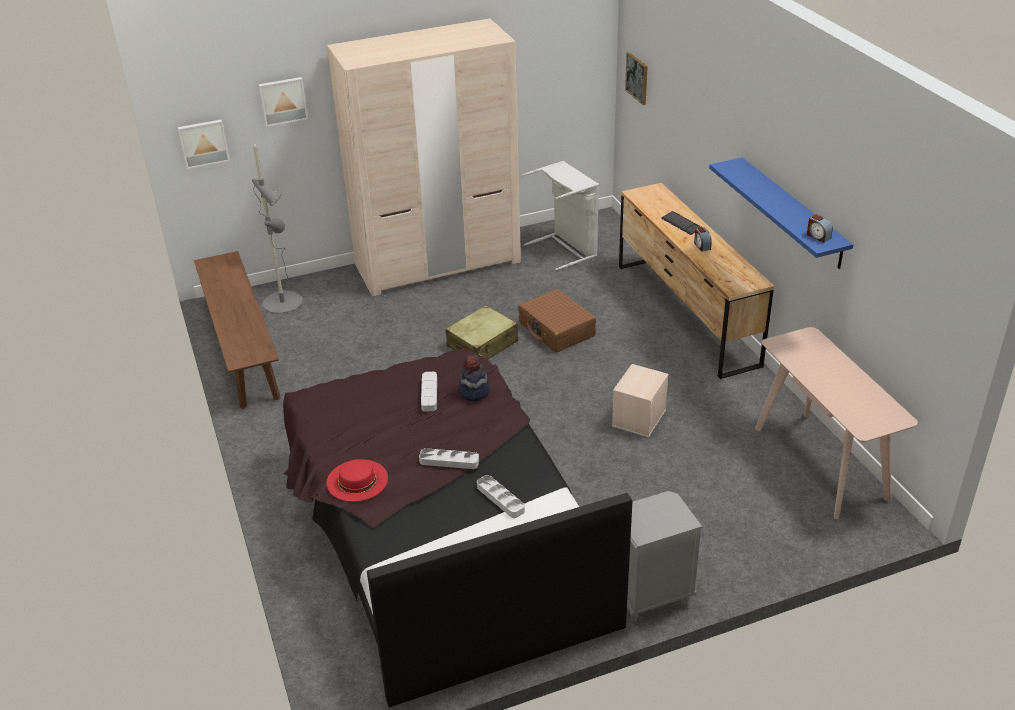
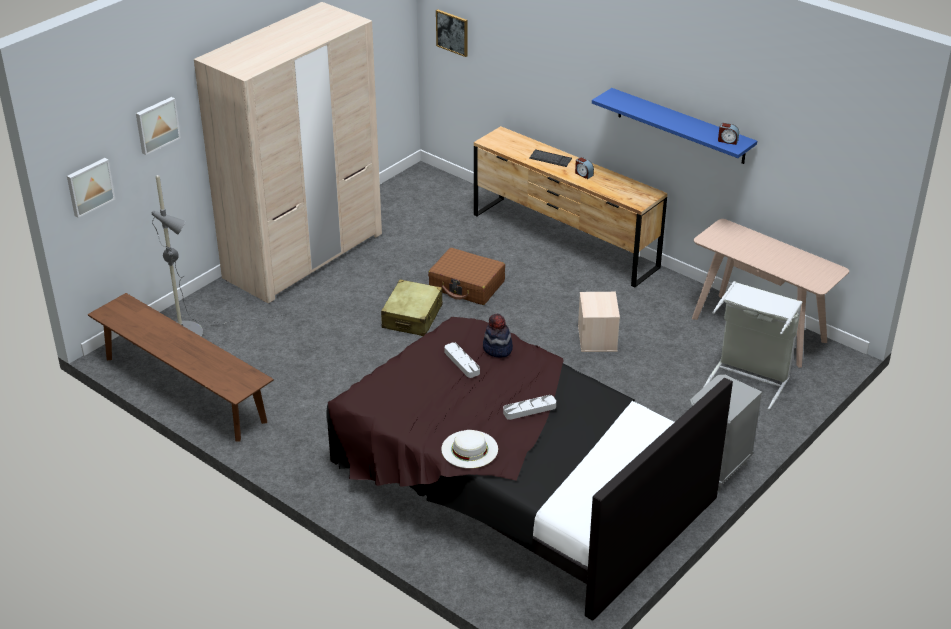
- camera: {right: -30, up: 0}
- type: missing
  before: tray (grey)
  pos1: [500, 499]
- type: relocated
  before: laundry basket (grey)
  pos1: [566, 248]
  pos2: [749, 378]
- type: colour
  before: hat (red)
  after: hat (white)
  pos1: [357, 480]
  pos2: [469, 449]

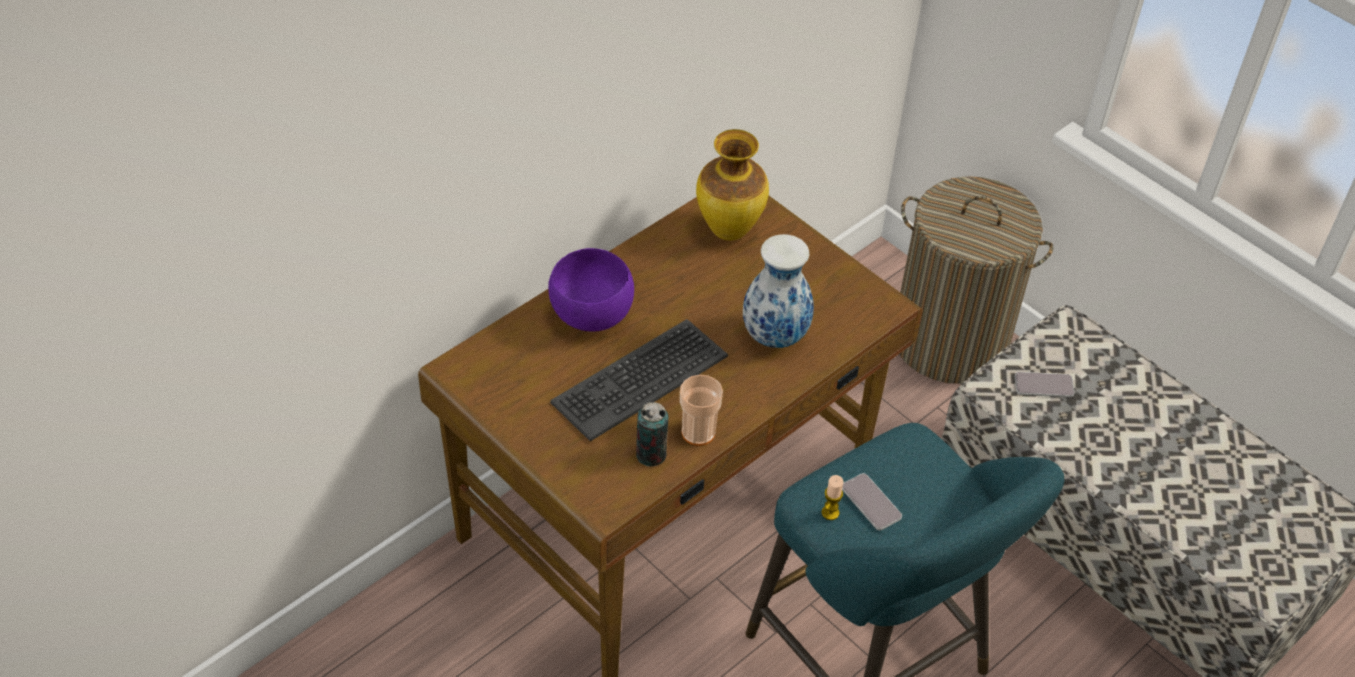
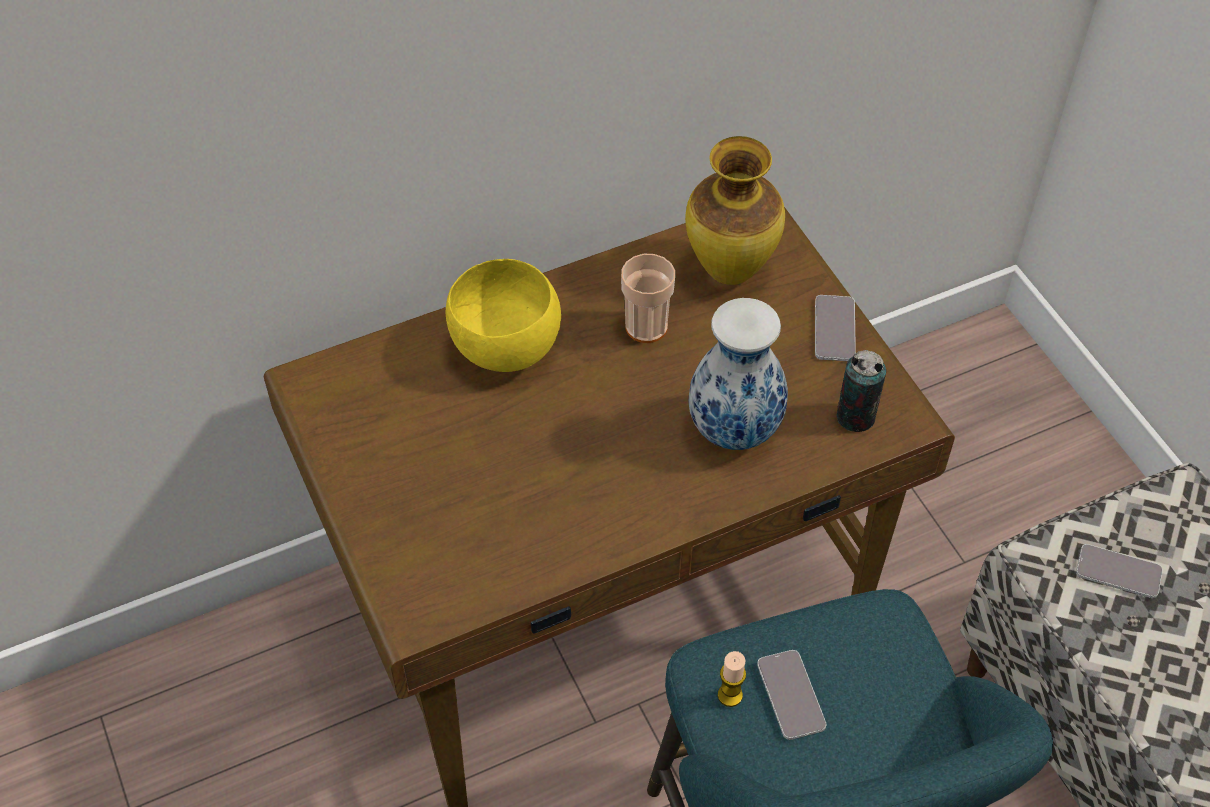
- camera: {right: 20, up: 5}
- type: missing
  before: keyboard
  pos1: [639, 379]
- type: missing
  before: laundry basket
  pos1: [949, 341]
- type: appeared
  after: phone
  pos2: [834, 329]
- type: relocated
  before: can
  pos1: [651, 455]
  pos2: [855, 417]
- type: relocated
  before: cup
  pos1: [698, 432]
  pos2: [646, 327]
- type: colour
  before: bowl (purple)
  after: bowl (yellow)
  pos1: [590, 317]
  pos2: [504, 349]

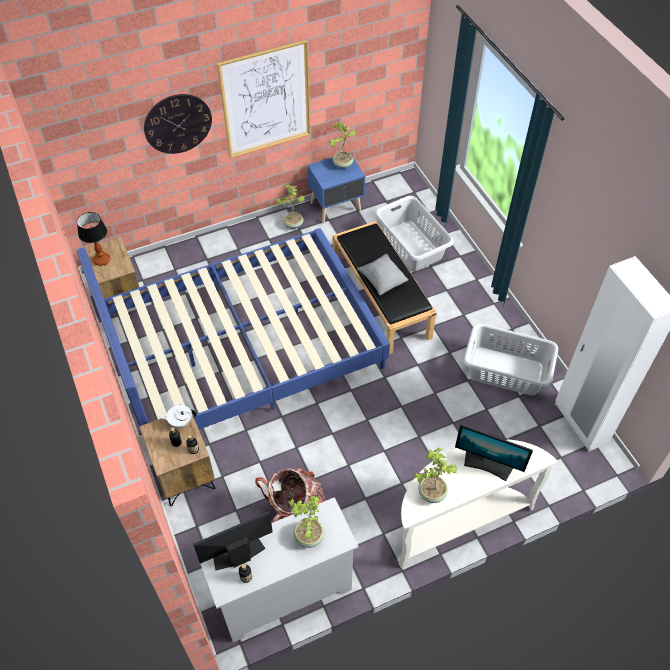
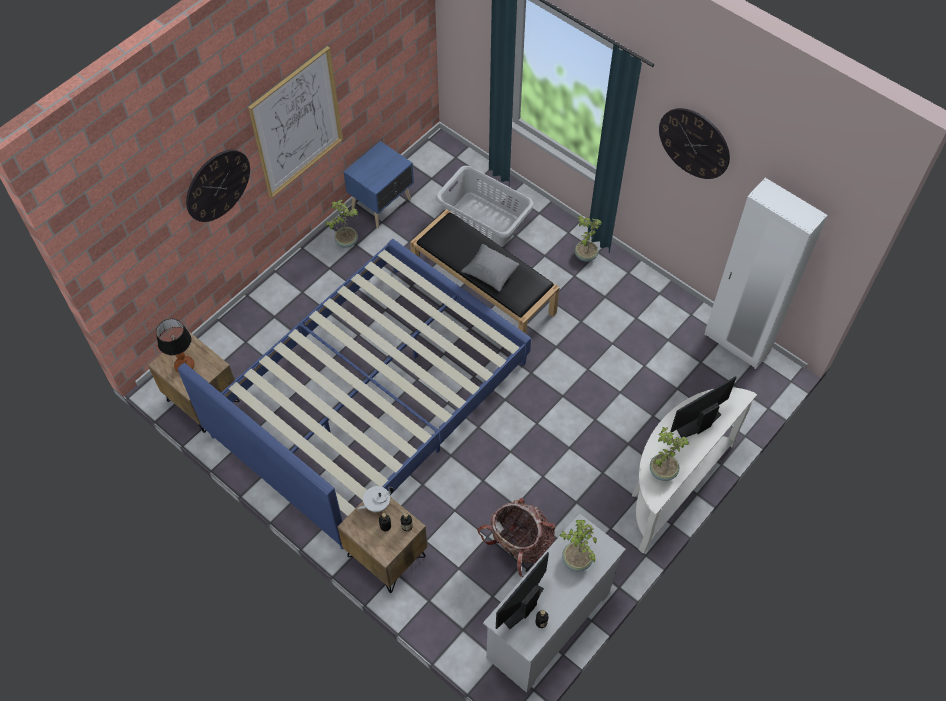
- camera: {right: -25, up: 5}
- type: missing
  before: laundry basket (grey)
  pos1: [506, 372]
- type: appeared
  after: wall clock
  pos2: [694, 143]
- type: relocated
  before: potted plant
  pos1: [342, 164]
  pos2: [585, 255]
- type: spun
  before: monitor
  pos1: [488, 464]
  pos2: [698, 422]
  turn: 150

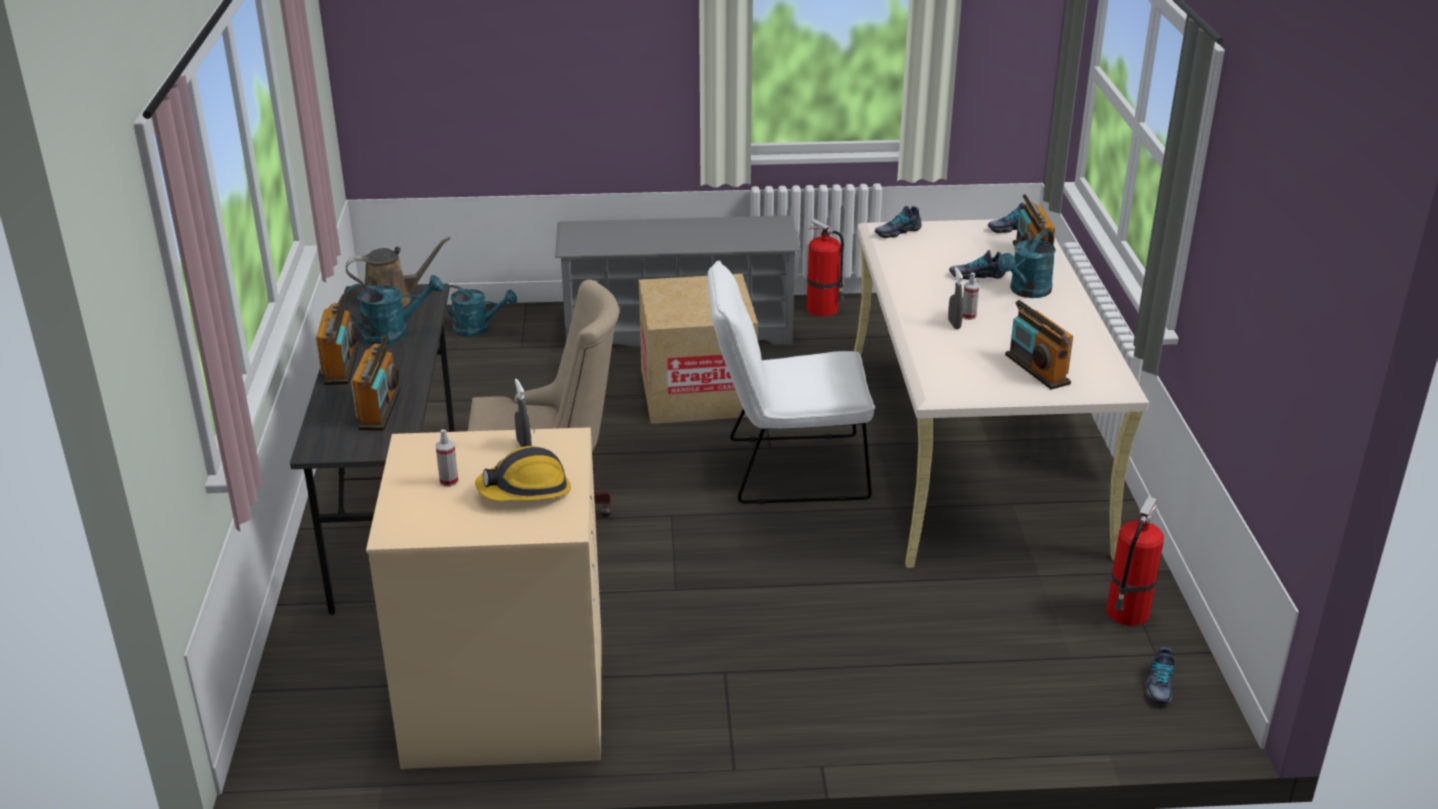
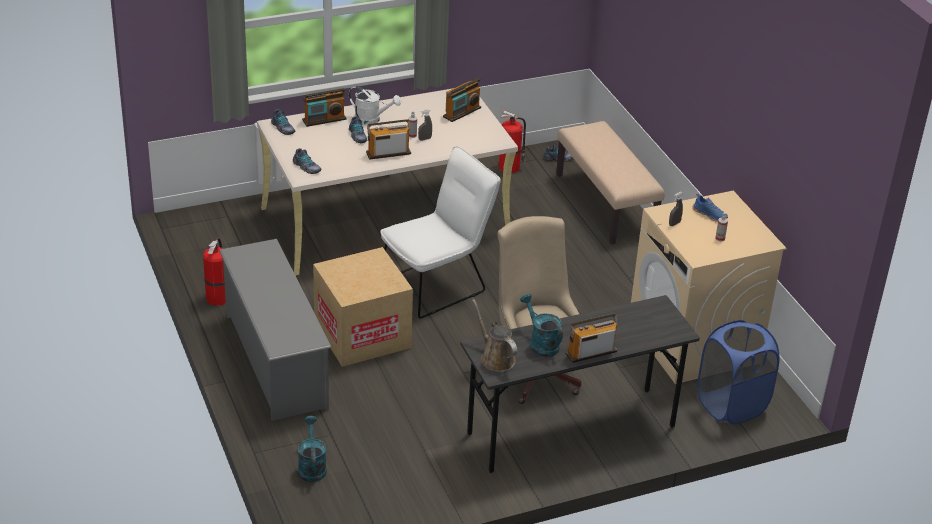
- camera: {right: -110, up: 5}
- type: appeared
  after: bench (beige)
  pos2: [606, 205]
- type: appeared
  after: laundry basket (blue)
  pos2: [731, 405]
- type: relocated
  before: radio
  pos1: [380, 409]
  pos2: [388, 153]
- type: exchanged
  before: hard hat
  after: shoe (blue)
  pos1: [525, 490]
  pos2: [710, 214]
- type: colour
  before: watering can (turquoise)
  after: watering can (white)
  pos1: [1026, 292]
  pos2: [372, 119]
- type: spun
  before: chair (white)
  pos1: [786, 469]
  pos2: [438, 284]
  turn: -105

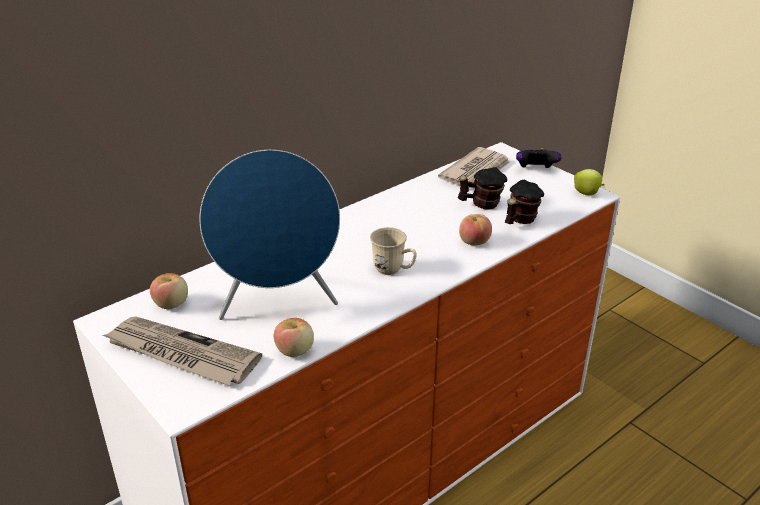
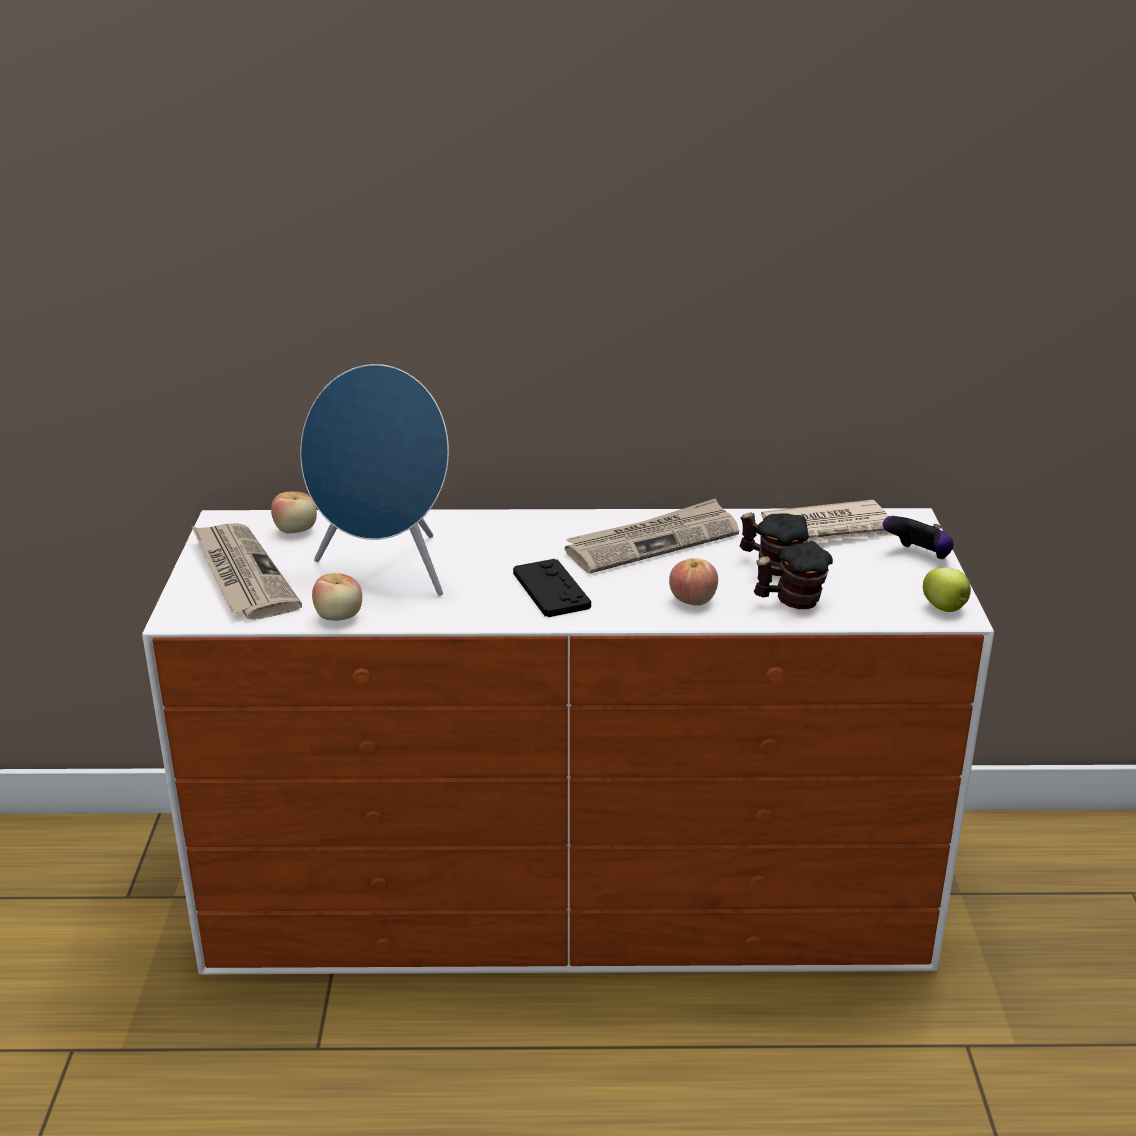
- camera: {right: 40, up: -5}
- type: appeared
  after: newspaper
  pos2: [652, 541]
- type: exchanged
  before: mug (beige)
  after: game controller (black)
  pos1: [393, 270]
  pos2: [551, 590]

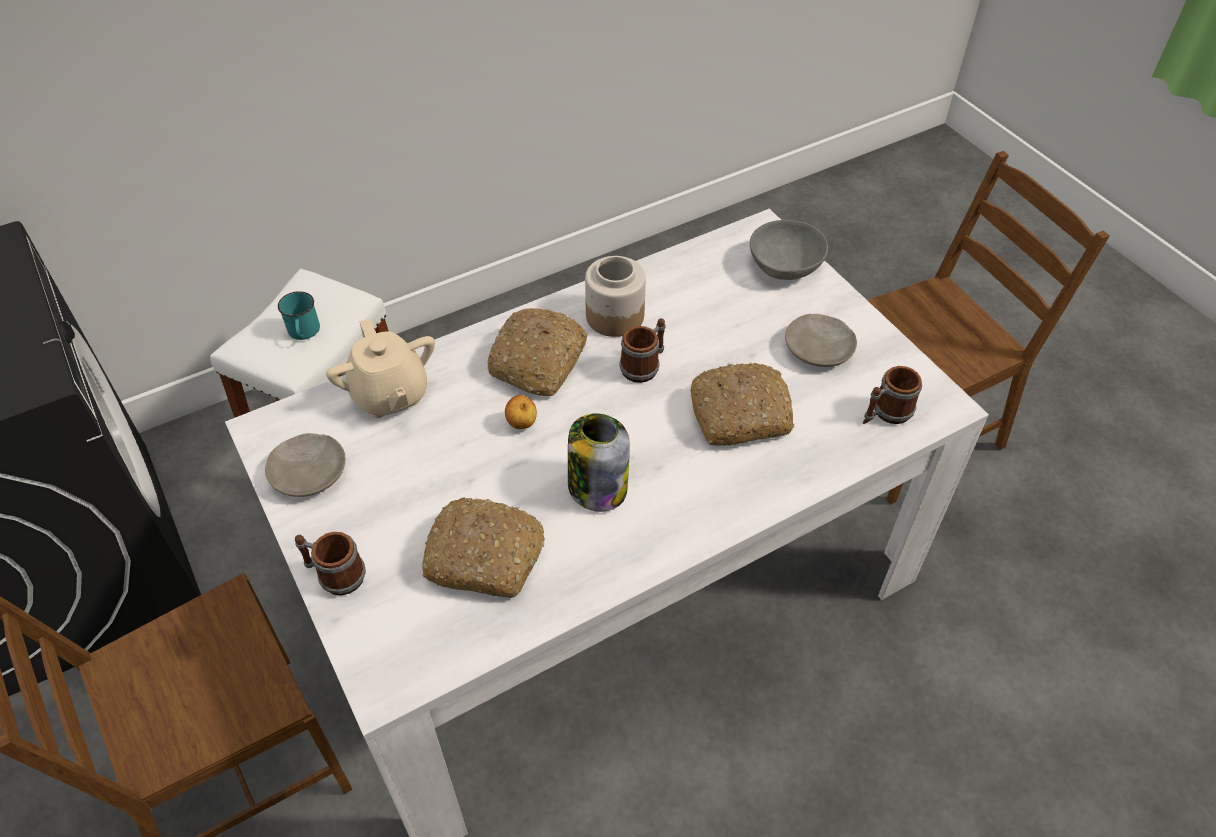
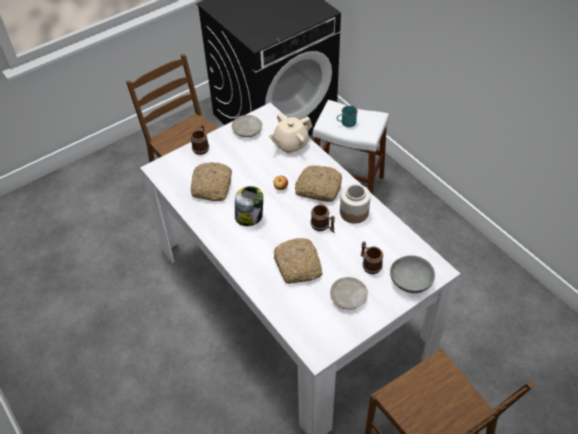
- camera: {right: 85, up: 0}
- type: relocated
  before: mug
  pos1: [886, 413]
  pos2: [369, 264]

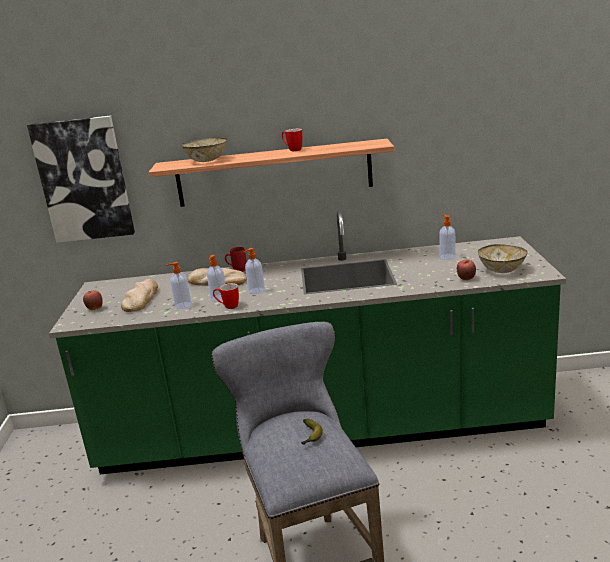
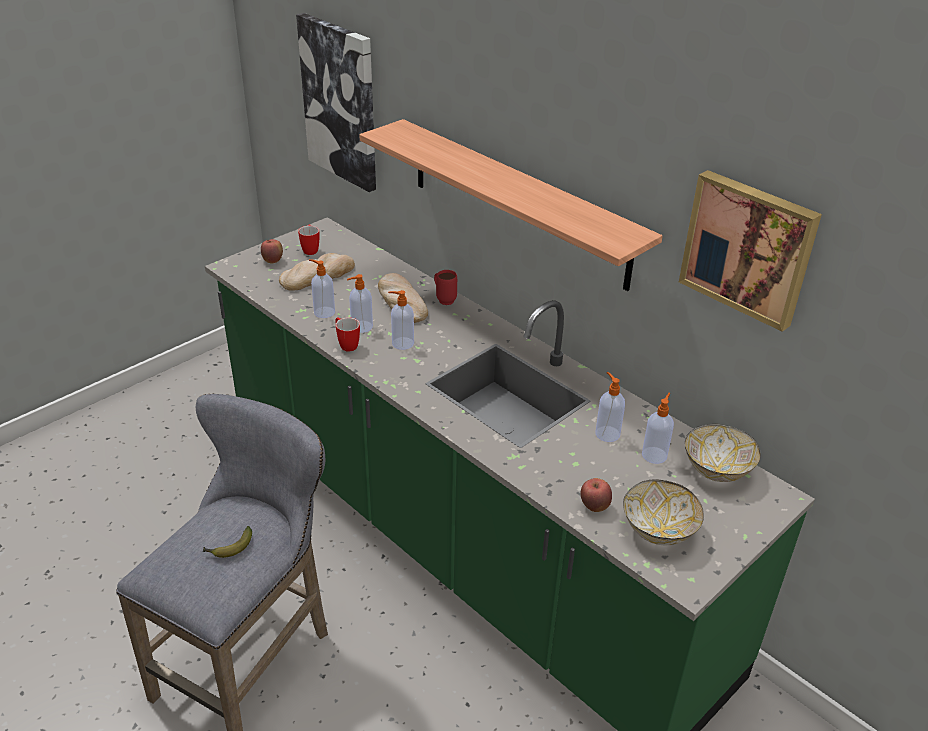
- camera: {right: 45, up: 15}
- type: appeared
  after: soap dispenser
  pos2: [607, 433]
- type: appeared
  after: picture
  pos2: [749, 248]
- type: relocated
  before: bowl
  pos1: [206, 160]
  pos2: [715, 470]
- type: relocated
  before: mug
  pos1: [292, 150]
  pos2: [310, 249]

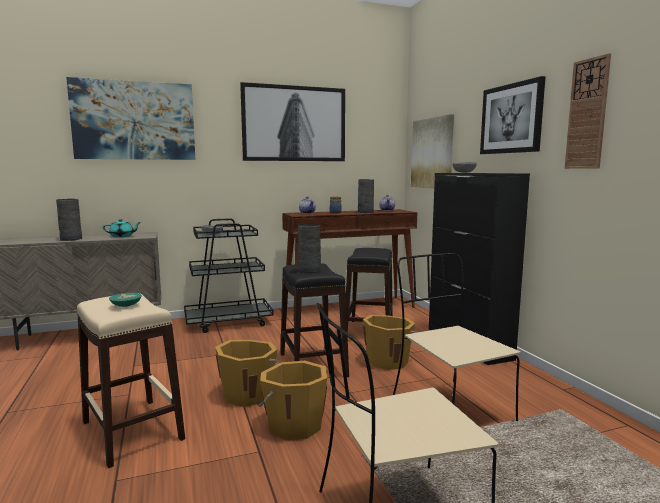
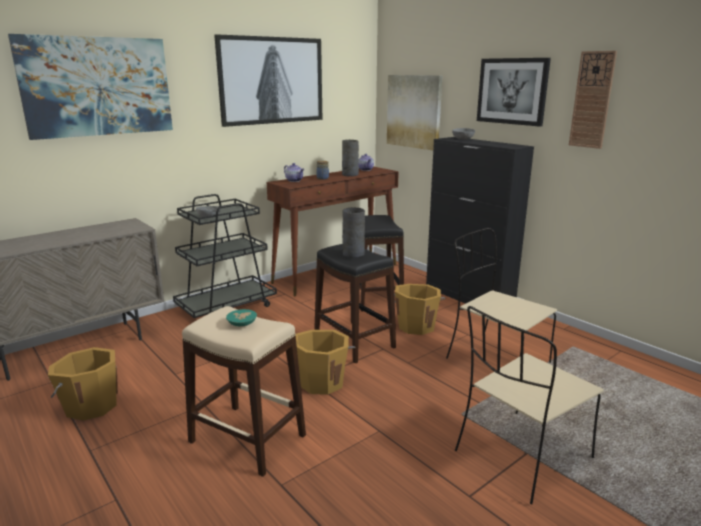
- camera: {right: -20, up: 10}
- type: missing
  before: vase (grey)
  pos1: [70, 239]
- type: missing
  before: teapot (turquoise)
  pos1: [122, 236]
- type: relocated
  before: bucket (orange)
  pos1: [294, 424]
  pos2: [91, 405]

